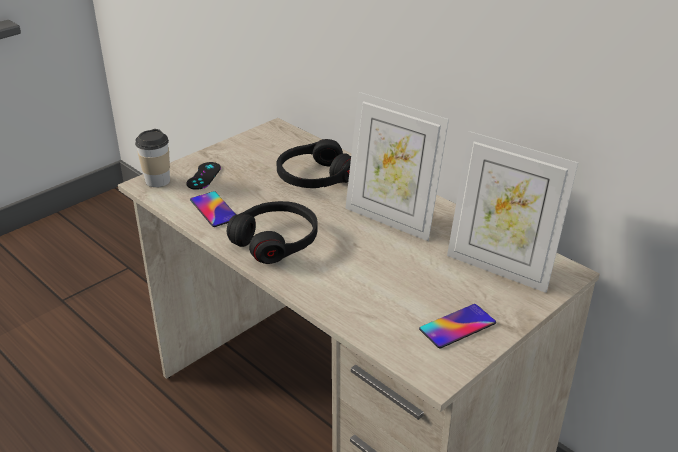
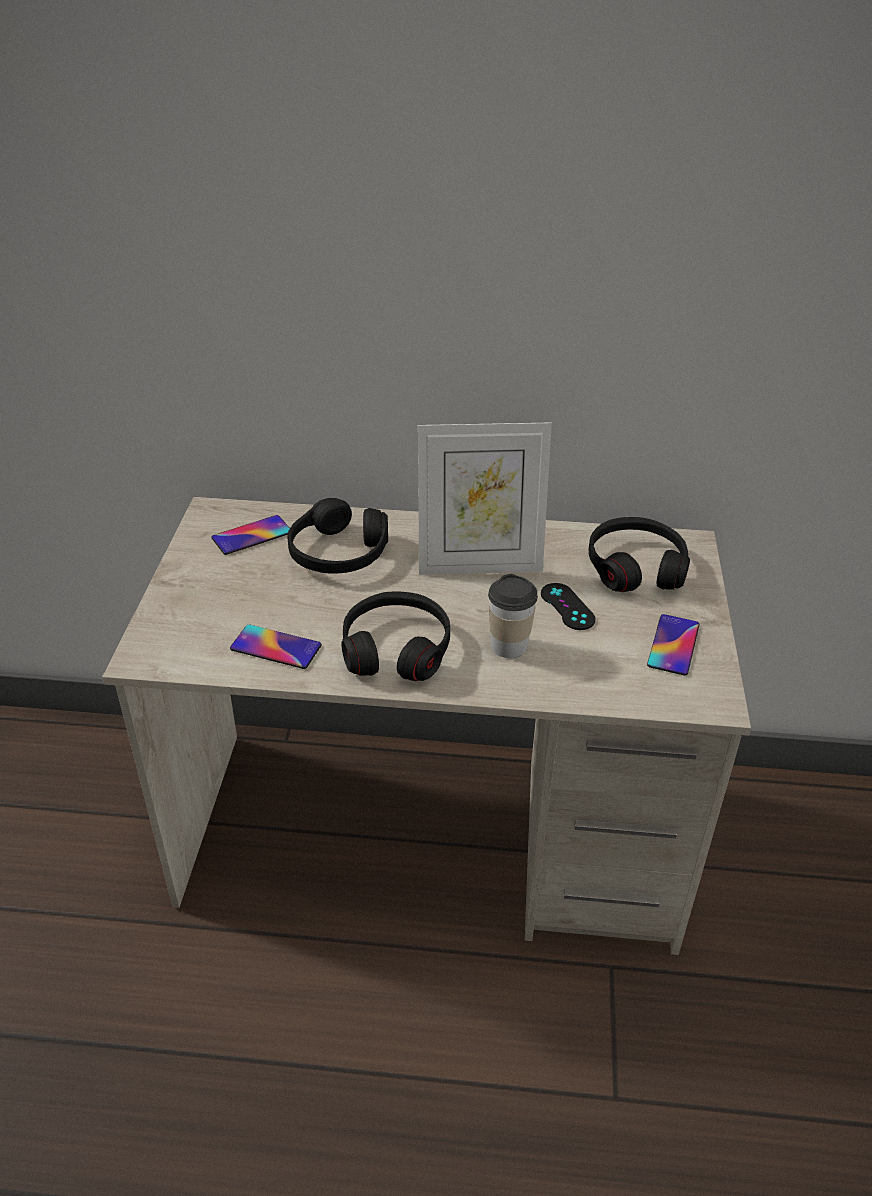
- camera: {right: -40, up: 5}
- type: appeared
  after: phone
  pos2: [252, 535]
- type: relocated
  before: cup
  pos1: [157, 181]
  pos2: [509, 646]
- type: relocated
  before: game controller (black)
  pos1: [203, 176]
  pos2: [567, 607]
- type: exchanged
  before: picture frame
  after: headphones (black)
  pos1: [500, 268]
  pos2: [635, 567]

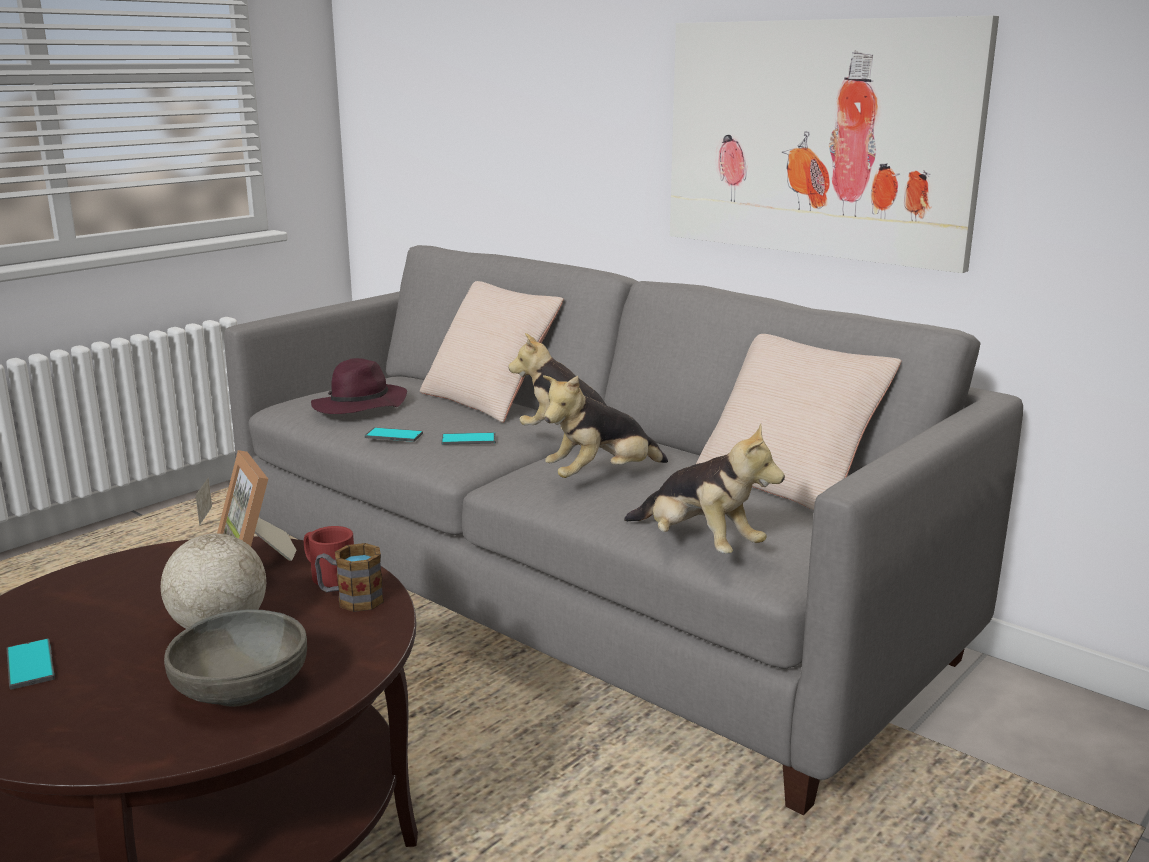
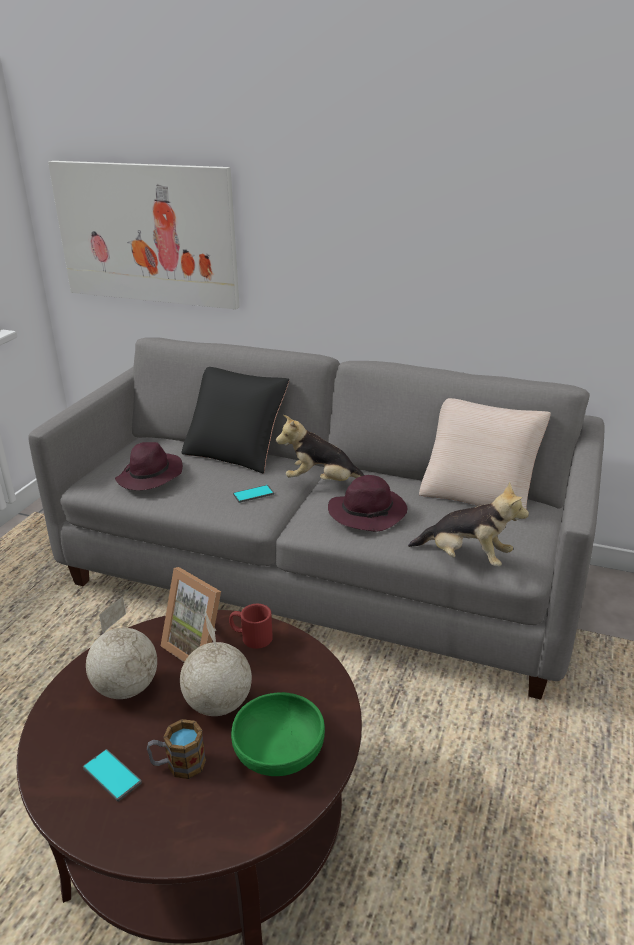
- camera: {right: -20, up: 10}
- type: missing
  before: phone
  pos1: [393, 435]
- type: appeared
  after: globe
  pos2: [125, 688]
- type: relocated
  before: mug
  pos1: [351, 599]
  pos2: [178, 765]
- type: relocated
  before: picture
  pos1: [817, 139]
  pos2: [146, 234]
- type: exchanged
  before: plush toy
  after: hat (purple)
  pos1: [602, 477]
  pos2: [368, 512]
- type: colour
  before: bowl (grey)
  after: bowl (green)
  pos1: [242, 690]
  pos2: [279, 752]
- type: colour
  before: pillow (beige)
  after: pillow (black)
  pos1: [490, 399]
  pos2: [236, 452]

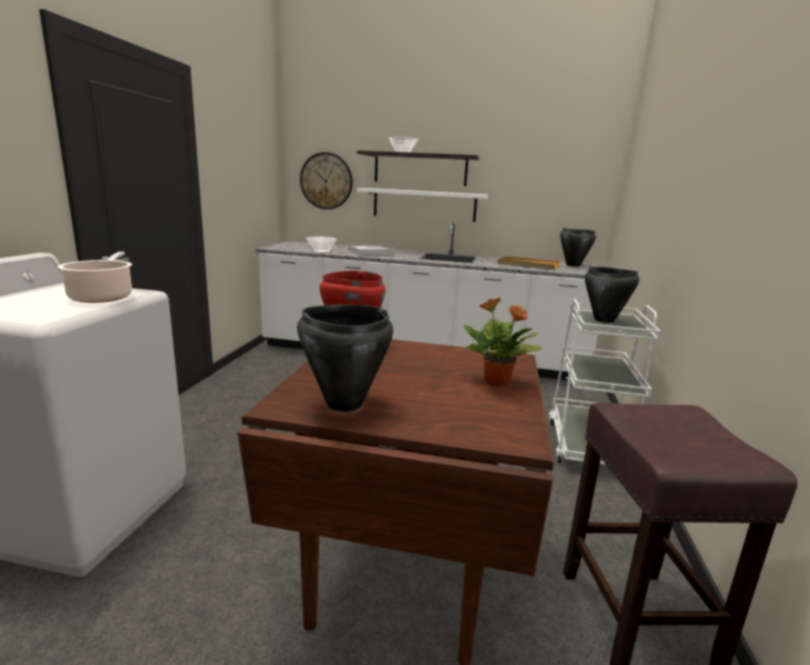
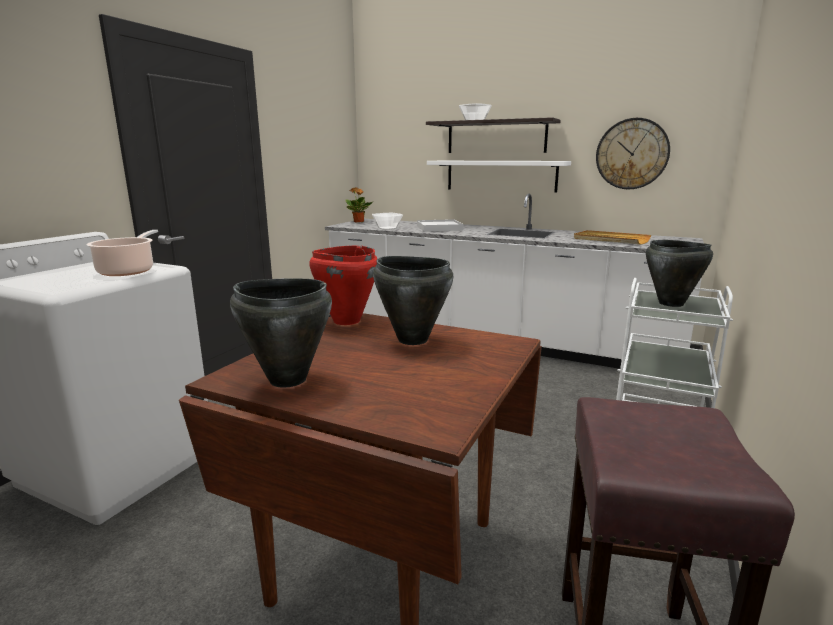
- camera: {right: 15, up: 0}
- type: relocated
  before: wall clock
  pos1: [326, 181]
  pos2: [632, 154]
- type: relocated
  before: potted plant
  pos1: [497, 382]
  pos2: [358, 222]
- type: relocated
  before: cooking pot (black)
  pos1: [572, 265]
  pos2: [412, 339]

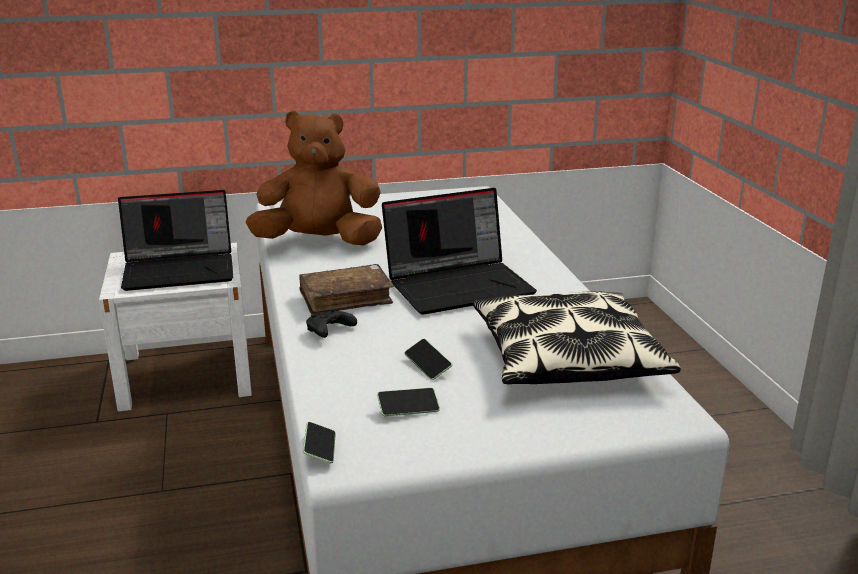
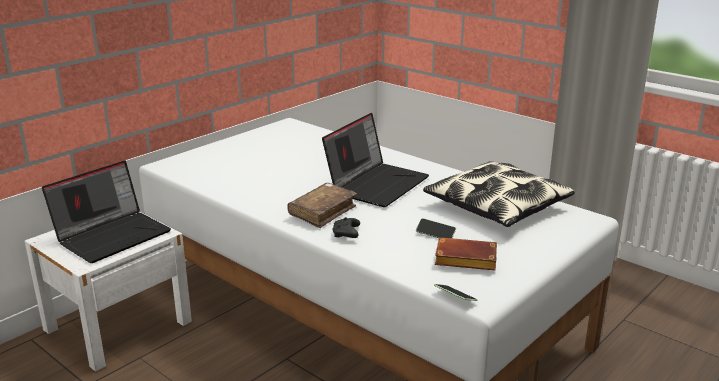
- camera: {right: -35, up: 0}
- type: missing
  before: plush toy (brown)
  pos1: [319, 242]
- type: exchanged
  before: phone
  after: book (brown)
  pos1: [408, 409]
  pos2: [464, 260]

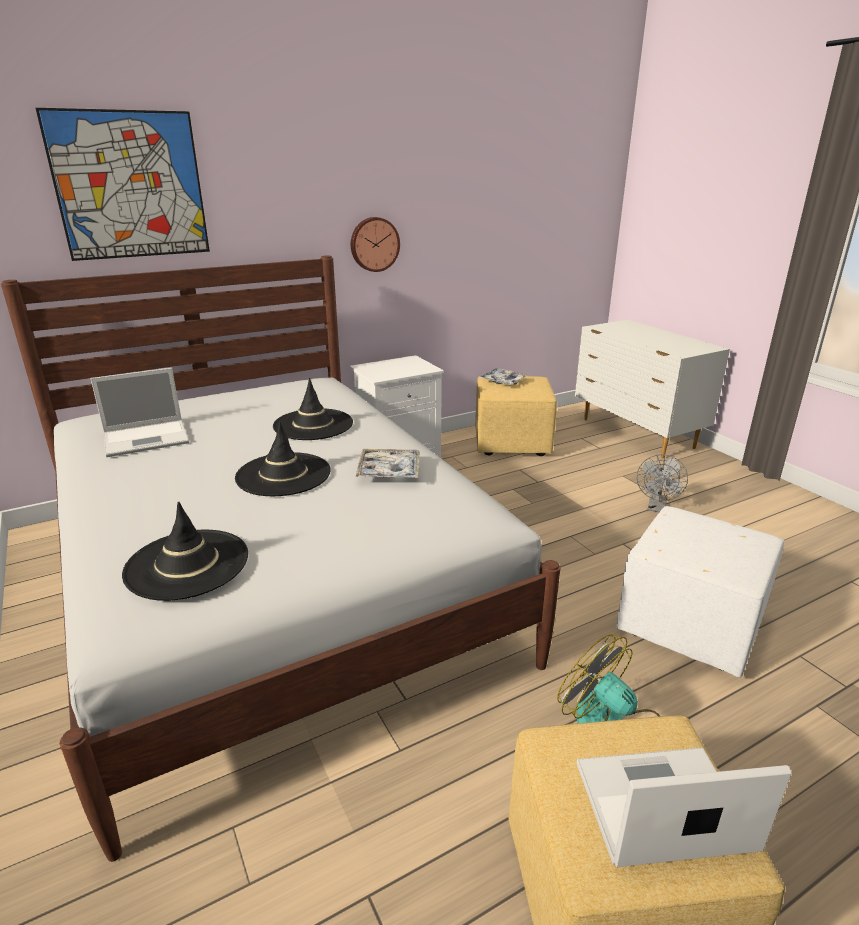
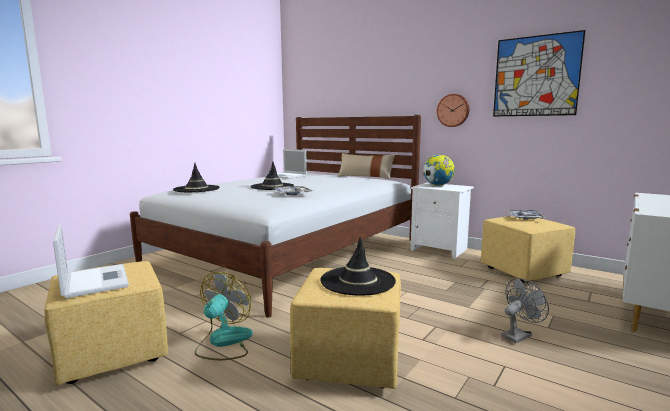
- camera: {right: 65, up: -15}
- type: appeared
  after: pillow (beige)
  pos2: [365, 177]
- type: appeared
  after: globe
  pos2: [437, 186]
- type: relocated
  before: picture
  pos1: [130, 186]
  pos2: [536, 76]
- type: relocated
  before: hat (black)
  pos1: [313, 425]
  pos2: [357, 281]
- type: colour
  before: ottoman (white)
  after: ottoman (yellow)
  pos1: [690, 625]
  pos2: [351, 362]
- type: spun
  before: fan (grey)
  pos1: [657, 508]
  pos2: [519, 335]
  turn: 150

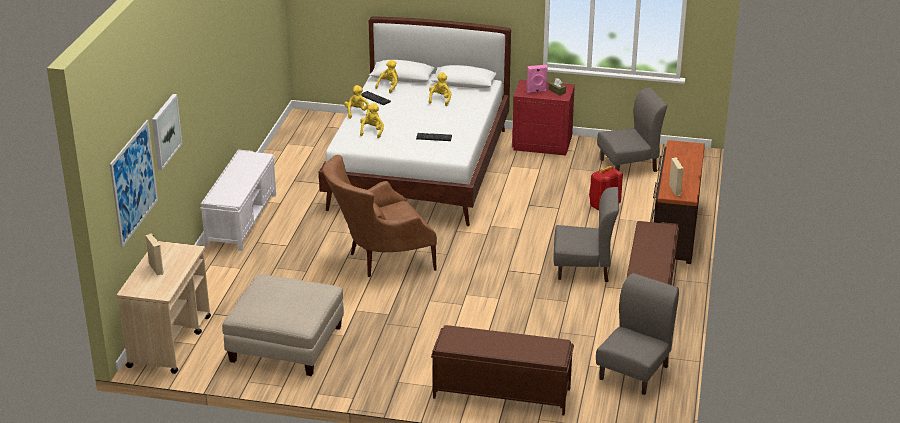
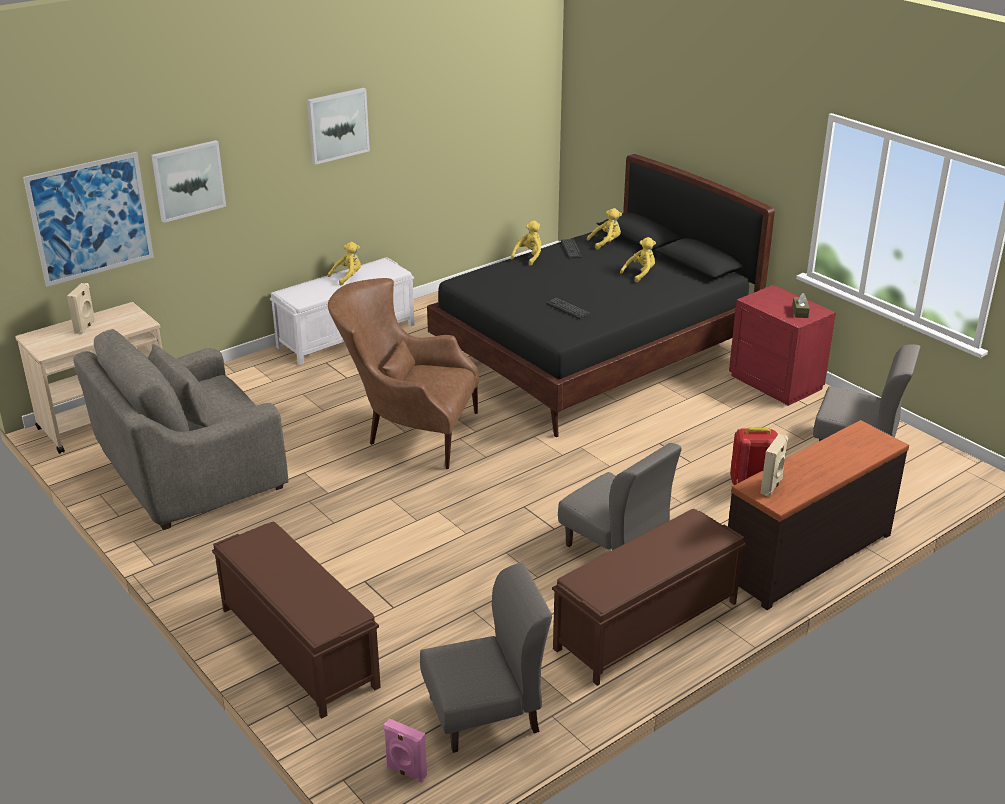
- camera: {right: 40, up: 0}
- type: appeared
  after: picture
  pos2: [338, 125]
- type: relocated
  before: plush toy (yellow)
  pos1: [372, 131]
  pos2: [348, 277]
- type: relocated
  before: speaker (pink)
  pos1: [536, 91]
  pos2: [405, 772]
- type: exchanged
  before: ottoman (beige)
  after: armchair (grey)
  pos1: [285, 344]
  pos2: [189, 474]
- type: colour
  before: bed (white)
  after: bed (black)
  pos1: [420, 169]
  pos2: [595, 355]

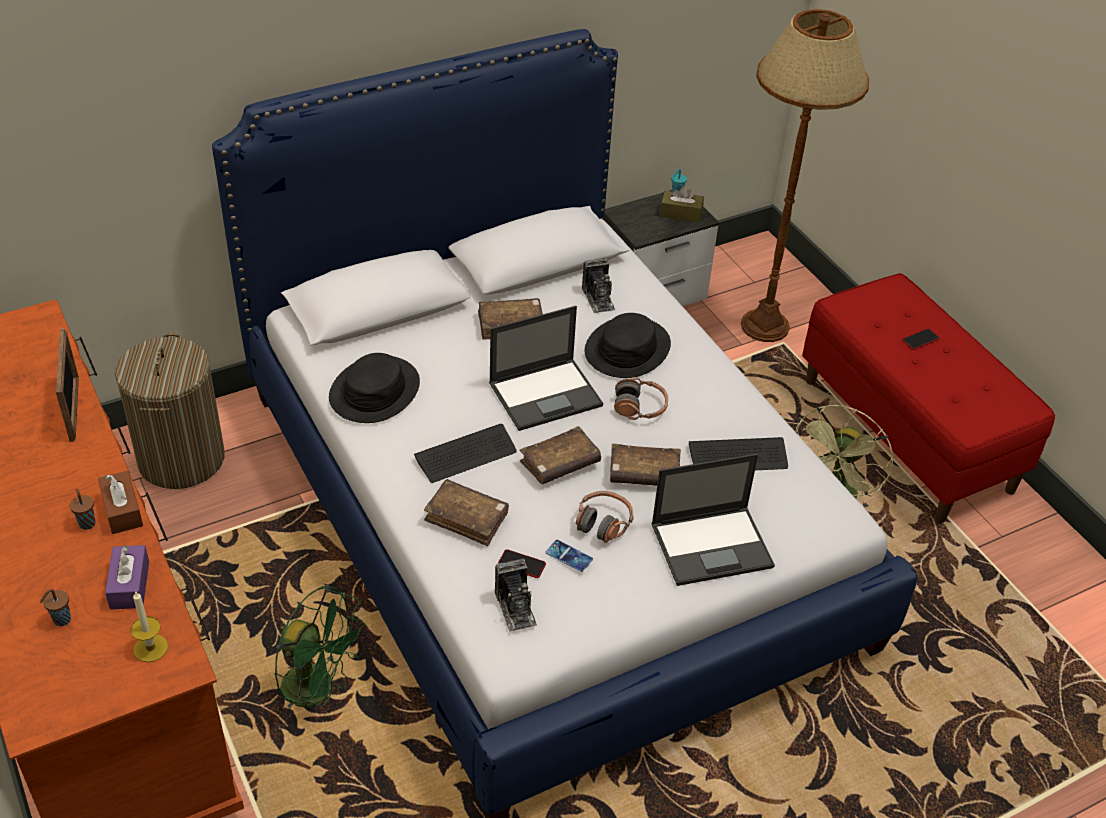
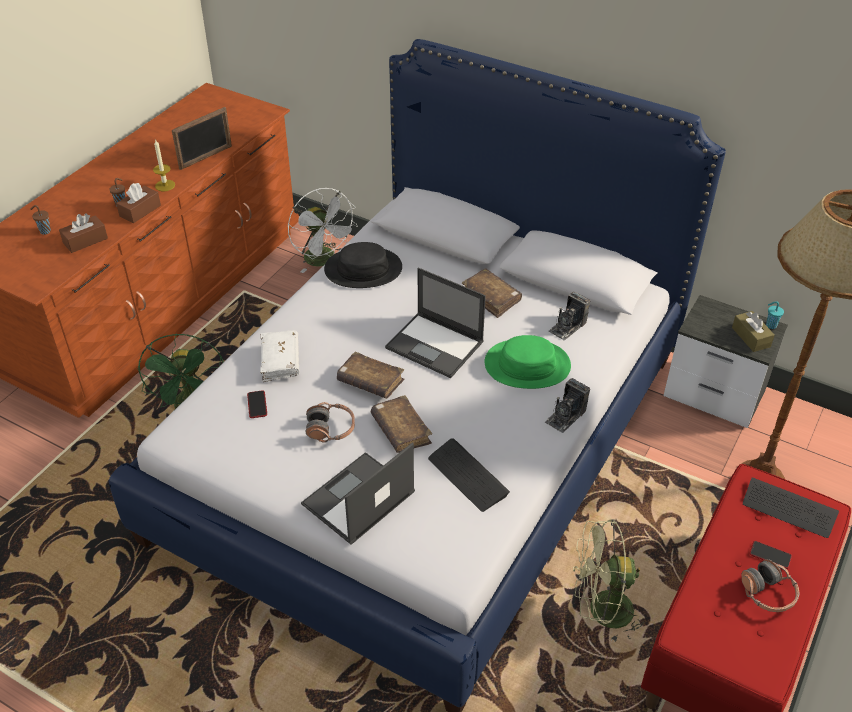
- camera: {right: 60, up: 0}
- type: missing
  before: phone
  pos1: [569, 556]
- type: relocated
  before: candle
  pos1: [150, 648]
  pos2: [165, 185]
- type: relocated
  before: keyboard
  pos1: [466, 455]
  pos2: [789, 509]
- type: relocated
  before: photo camera
  pos1: [515, 608]
  pos2: [565, 416]
- type: relocated
  before: headphones
  pos1: [640, 407]
  pos2: [767, 593]
- type: exchanged
  before: laundry basket
  after: fan (white)
  pos1: [181, 458]
  pos2: [324, 261]
- type: colour
  before: tissue box (purple)
  after: tissue box (brown)
  pos1: [130, 585]
  pos2: [85, 241]
- type: colour
  before: book (brown)
  after: book (white)
  pos1: [467, 518]
  pos2: [280, 361]
- type: colour
  before: hat (black)
  after: hat (green)
  pos1: [627, 349]
  pos2: [527, 365]
- type: spun
  before: laptop
  pos1: [713, 545]
  pos2: [357, 499]
  turn: 90

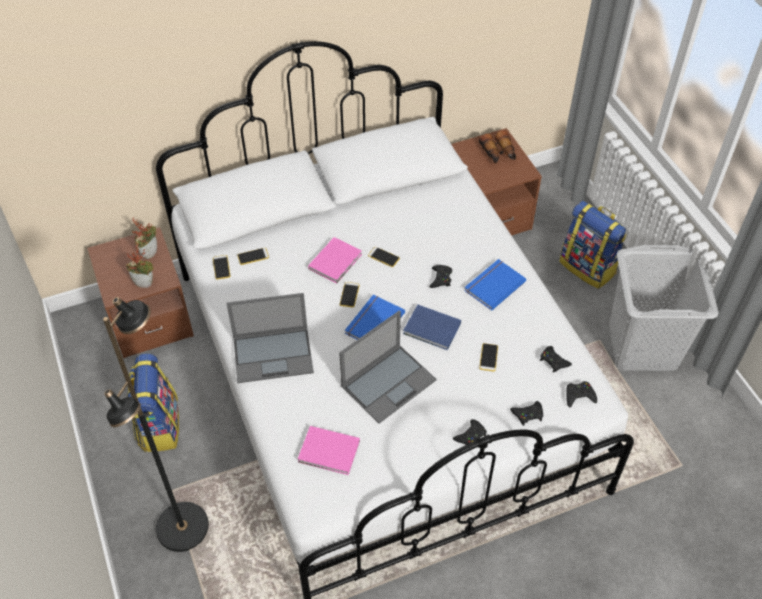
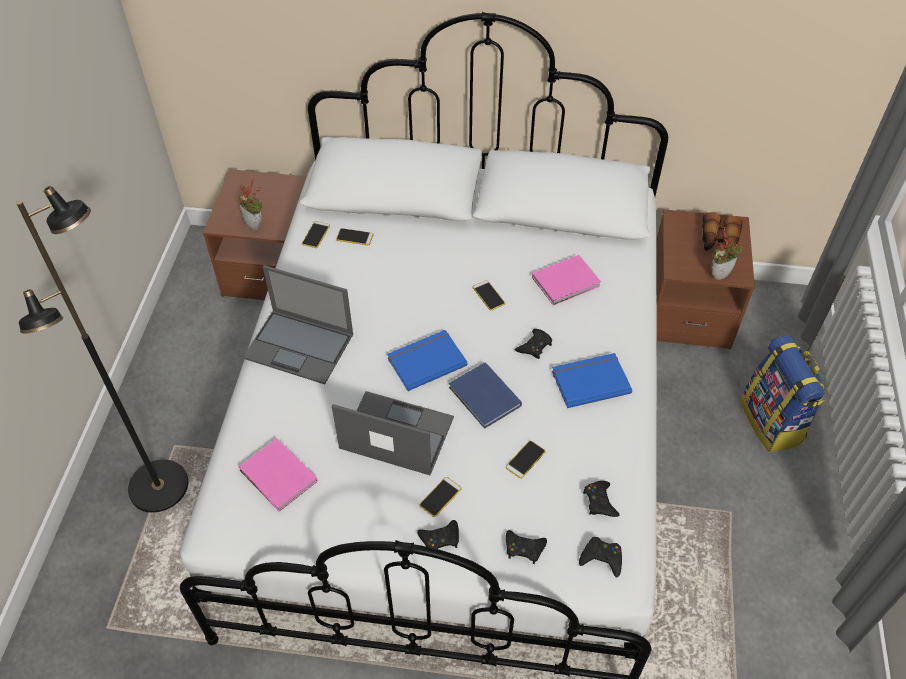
- camera: {right: 30, up: 0}
- type: missing
  before: backpack
  pos1: [158, 425]
- type: missing
  before: laundry basket (grey)
  pos1: [642, 346]
- type: relocated
  before: potted plant
  pos1: [149, 252]
  pos2: [720, 273]
- type: relocated
  before: book (pink)
  pos1: [336, 261]
  pos2: [567, 282]
- type: relocated
  before: phone
  pos1: [349, 295]
  pos2: [440, 497]
- type: spun
  before: laptop
  pos1: [389, 382]
  pos2: [395, 433]
  turn: -150

